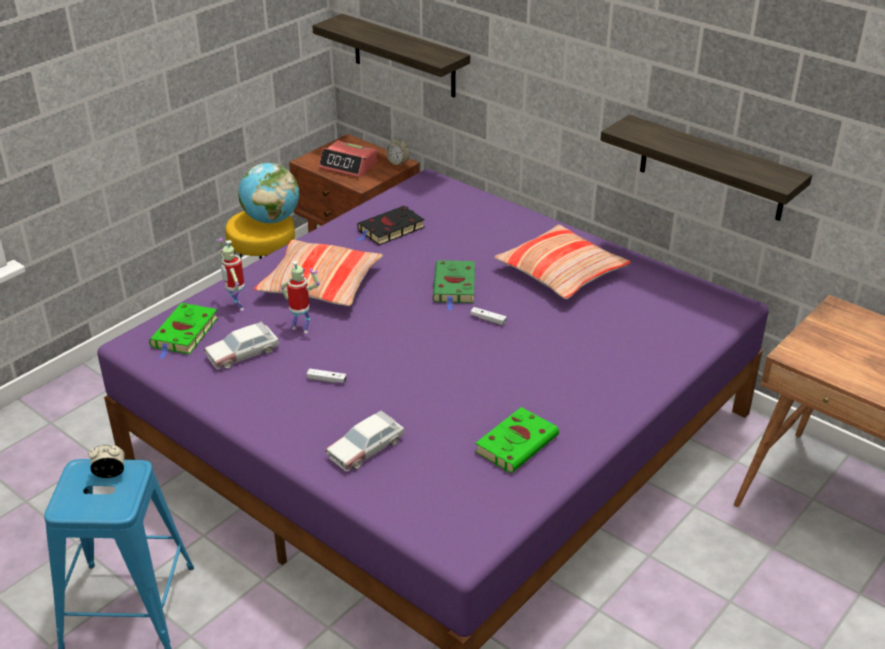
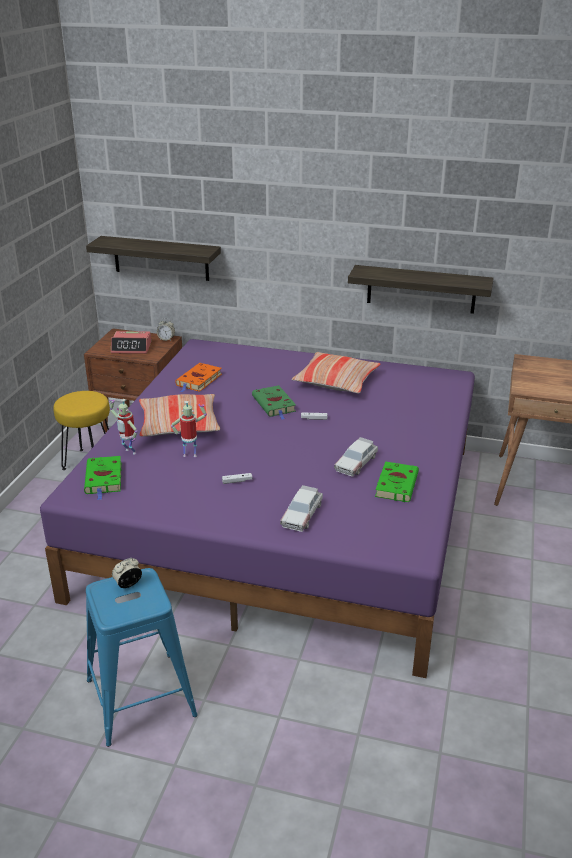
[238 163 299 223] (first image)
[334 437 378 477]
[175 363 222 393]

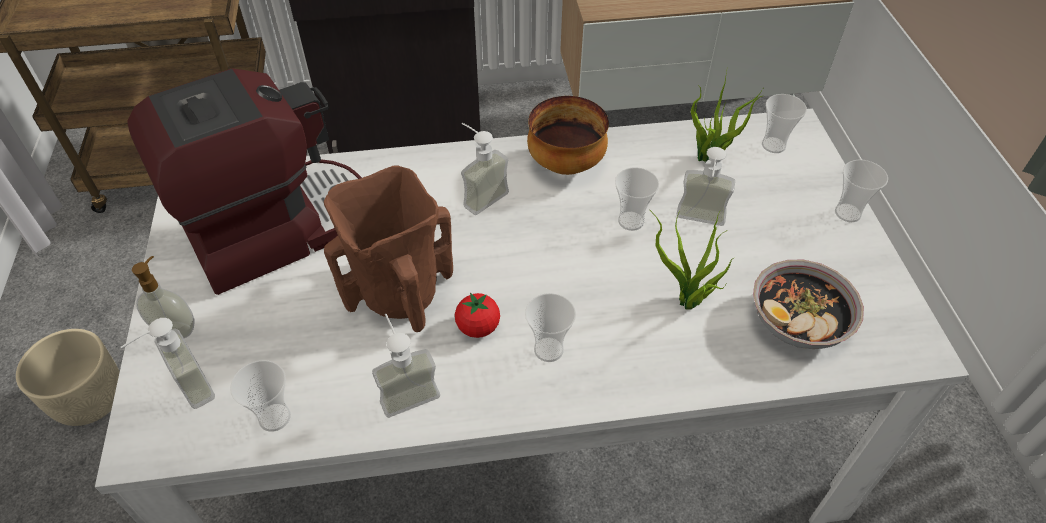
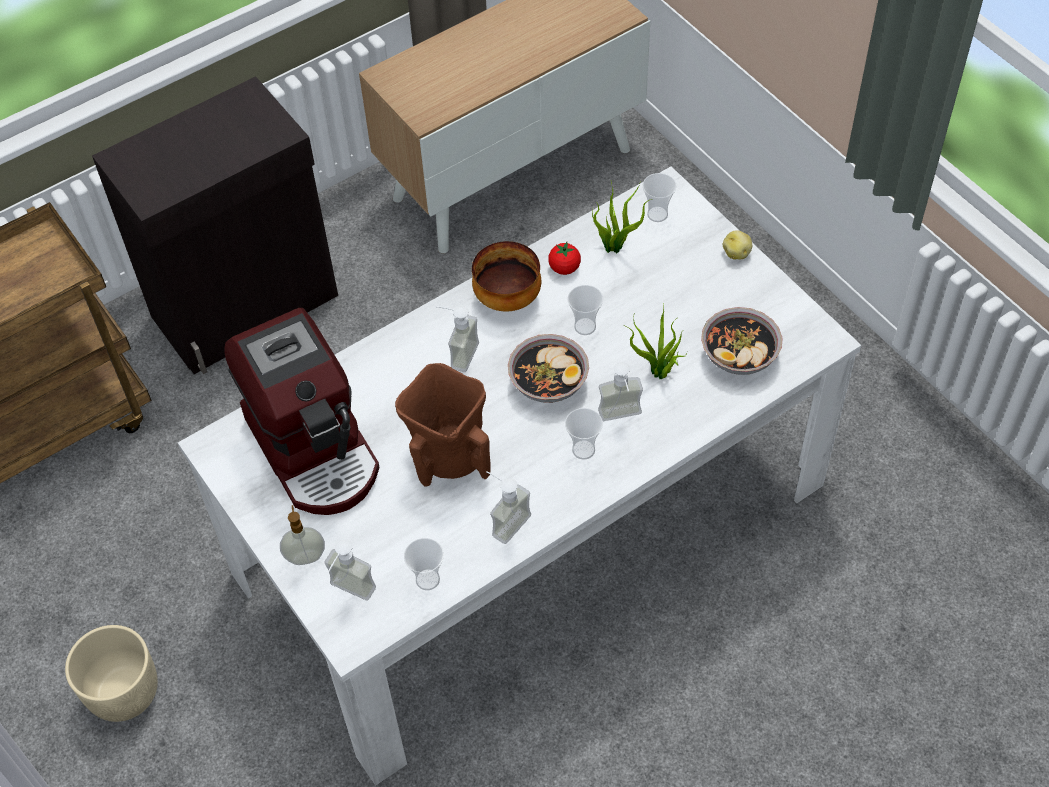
[508 334 589 403]
[548 242 581 275]
[598 362 643 421]
[723 230 752 259]
[225 308 380 515]

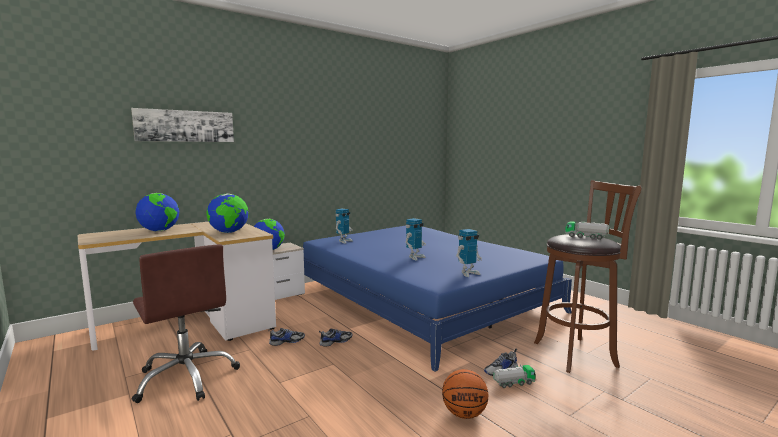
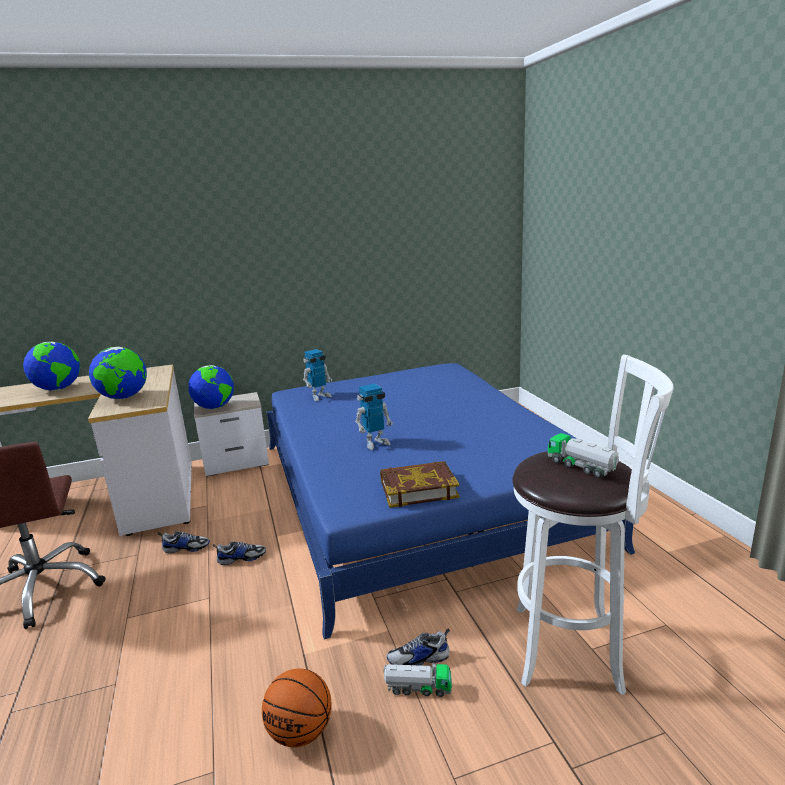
[131 108 234 142] (first image)
[380 461 460 508]
[513 354 674 695]

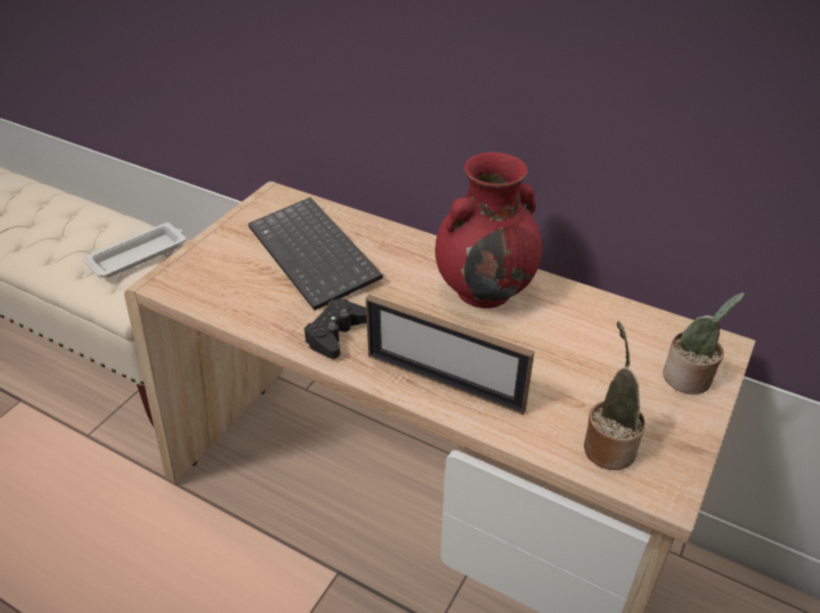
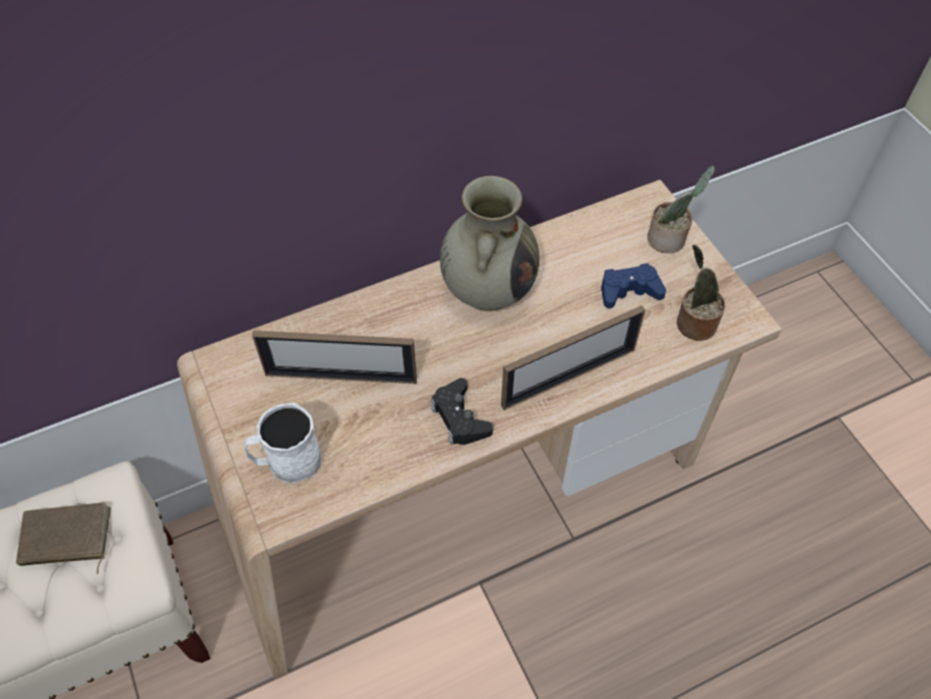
[244 402 322 483]
[601 263 666 308]
[16 502 111 574]
[252 330 417 384]
[440 176 539 311]

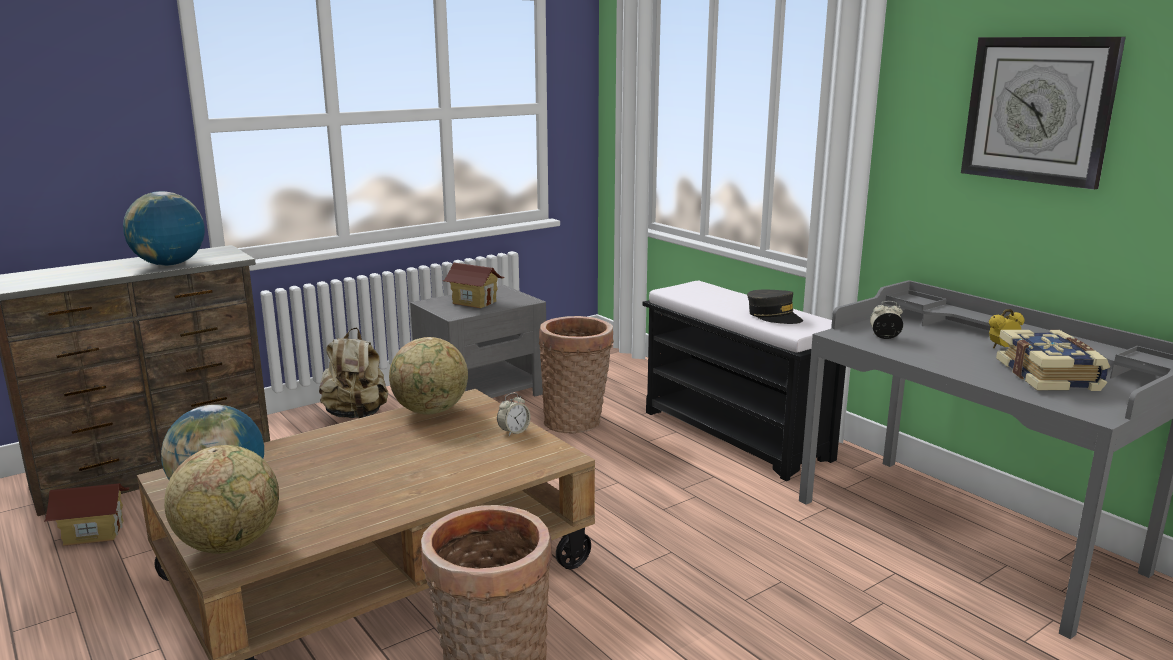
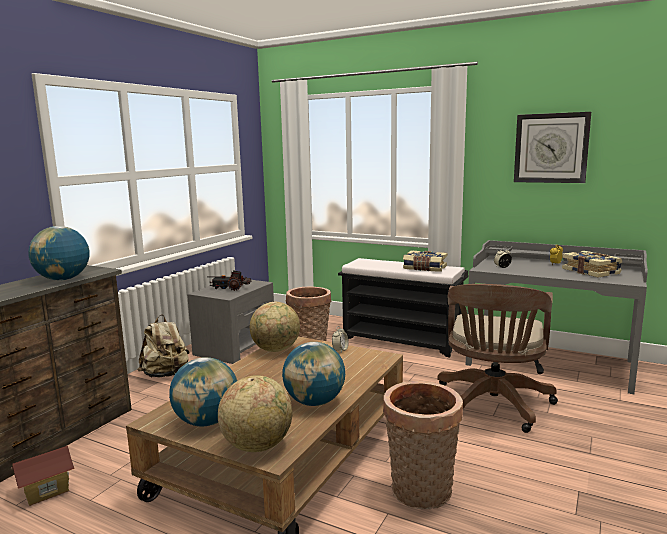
[282 342 345 406]
[437 284 558 433]
[207 270 251 291]
[403 251 447 272]

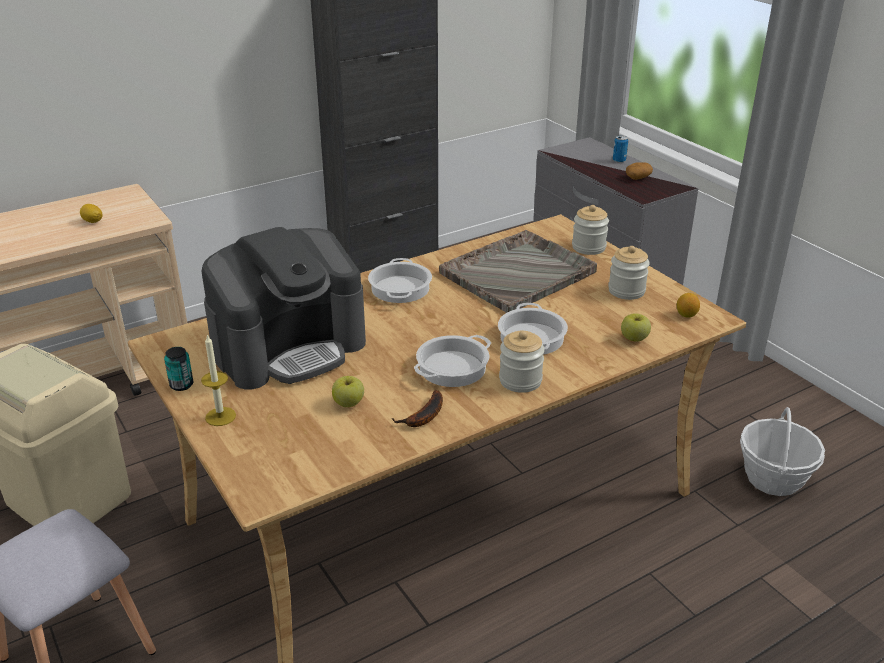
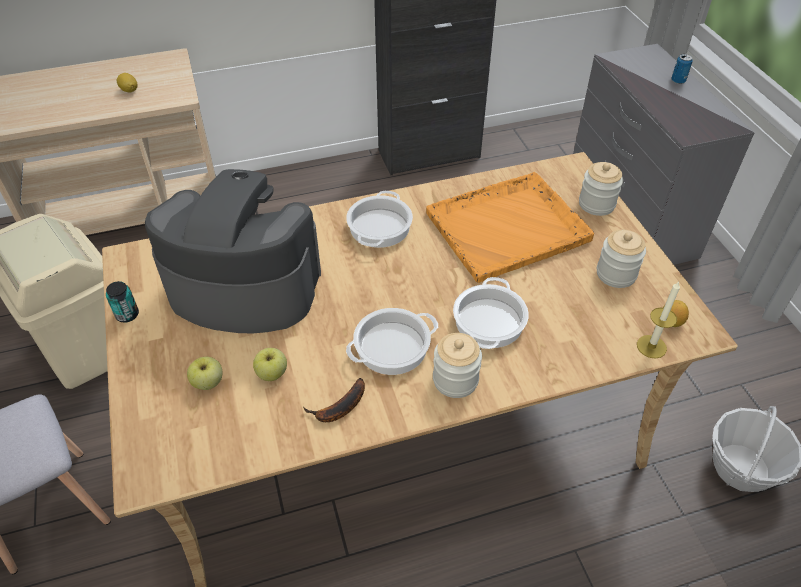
[626 162 653 180] (first image)
[637 281 680 359]
[187 357 222 390]
[426 172 594 283]
[145 169 321 334]

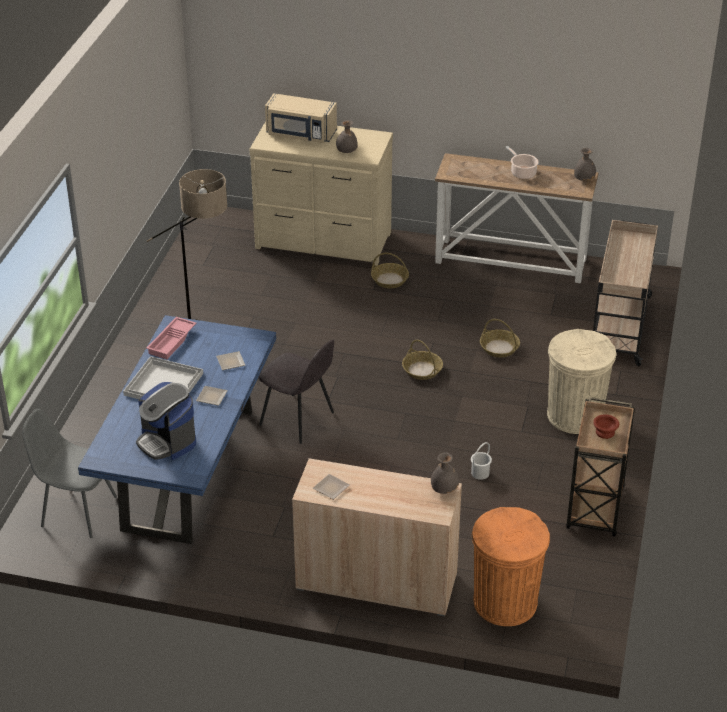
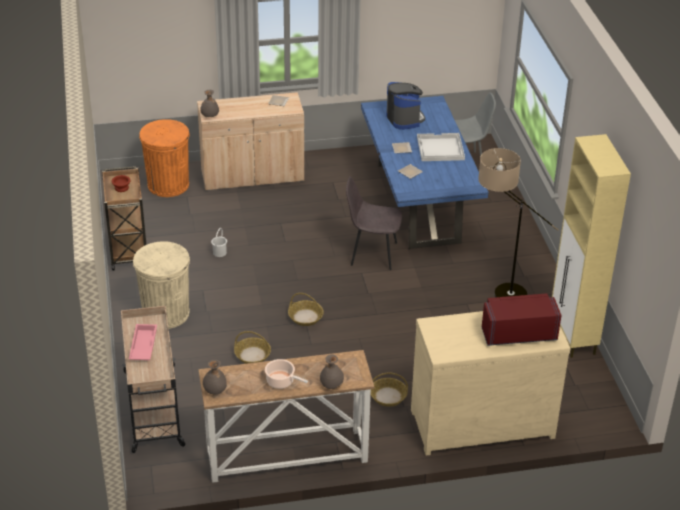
[552 134 631 358]
[129 324 157 360]
[320 354 344 389]
[482 293 561 346]
[386 82 425 130]

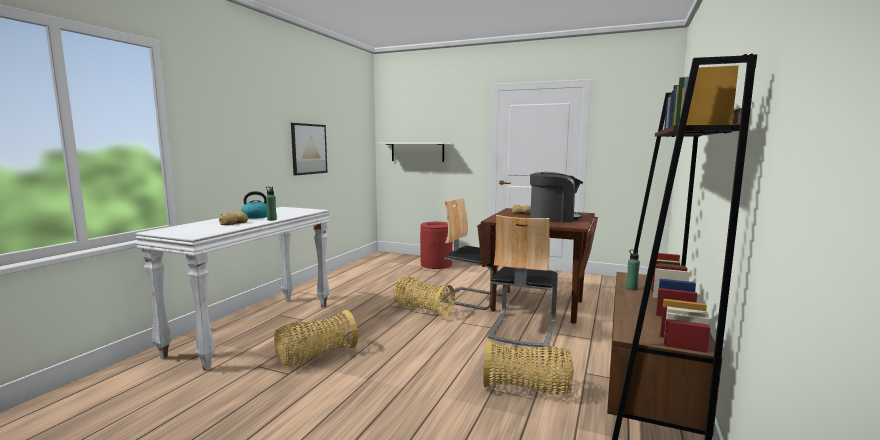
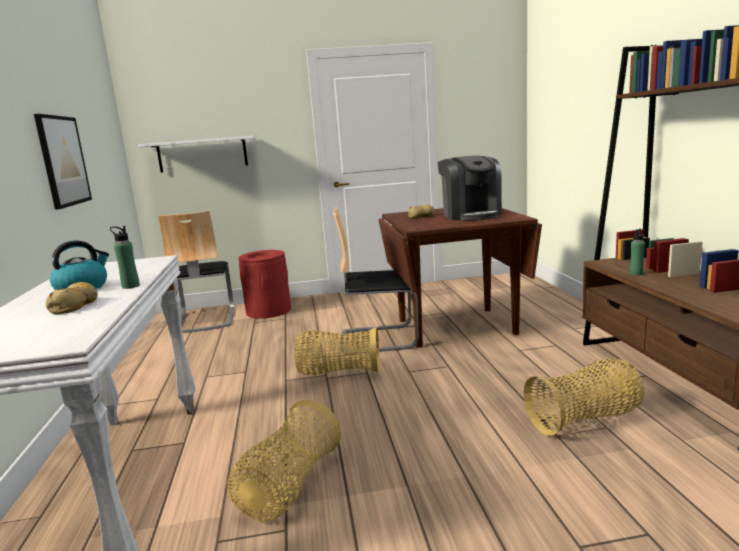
[158 210 234 333]
[438 156 502 221]

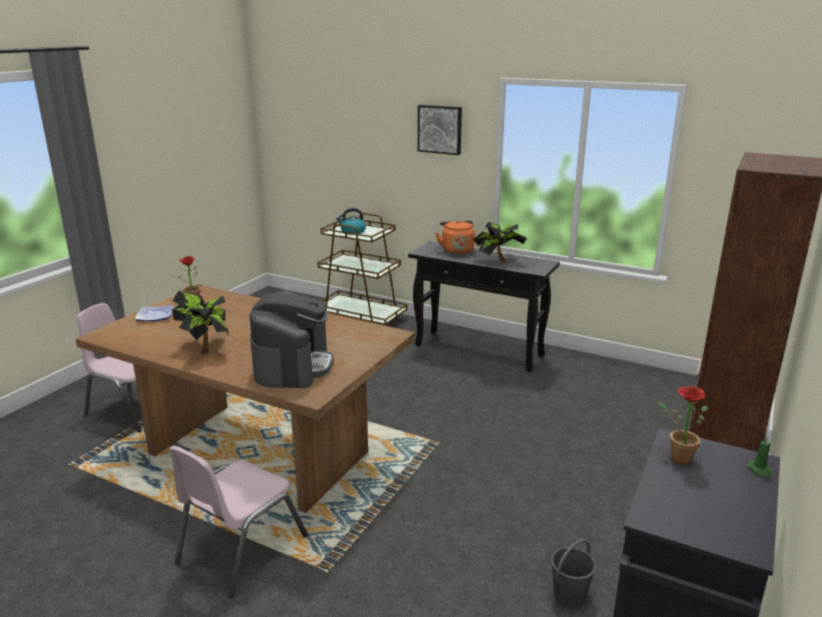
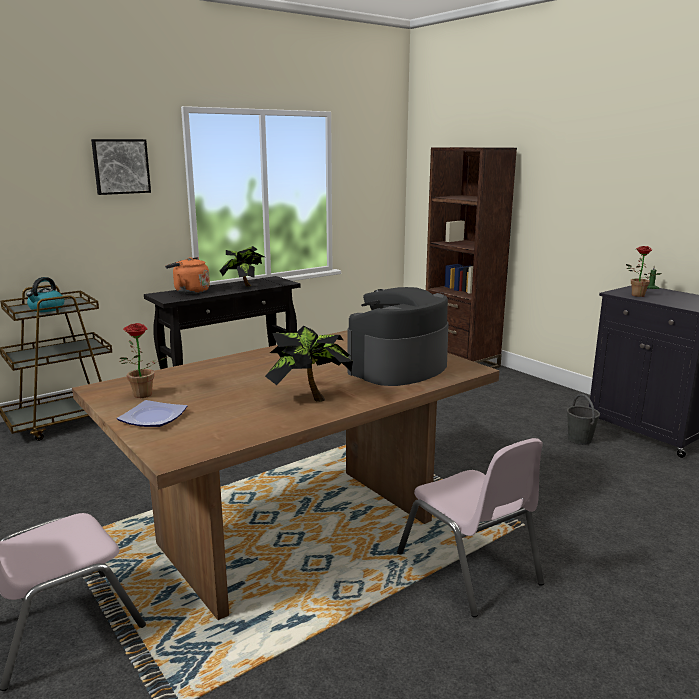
[348 287 448 386]

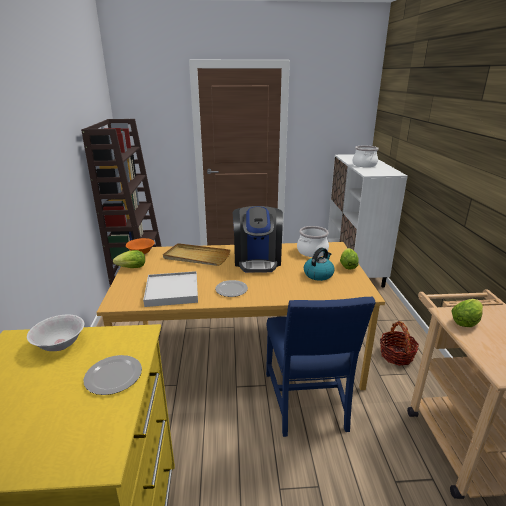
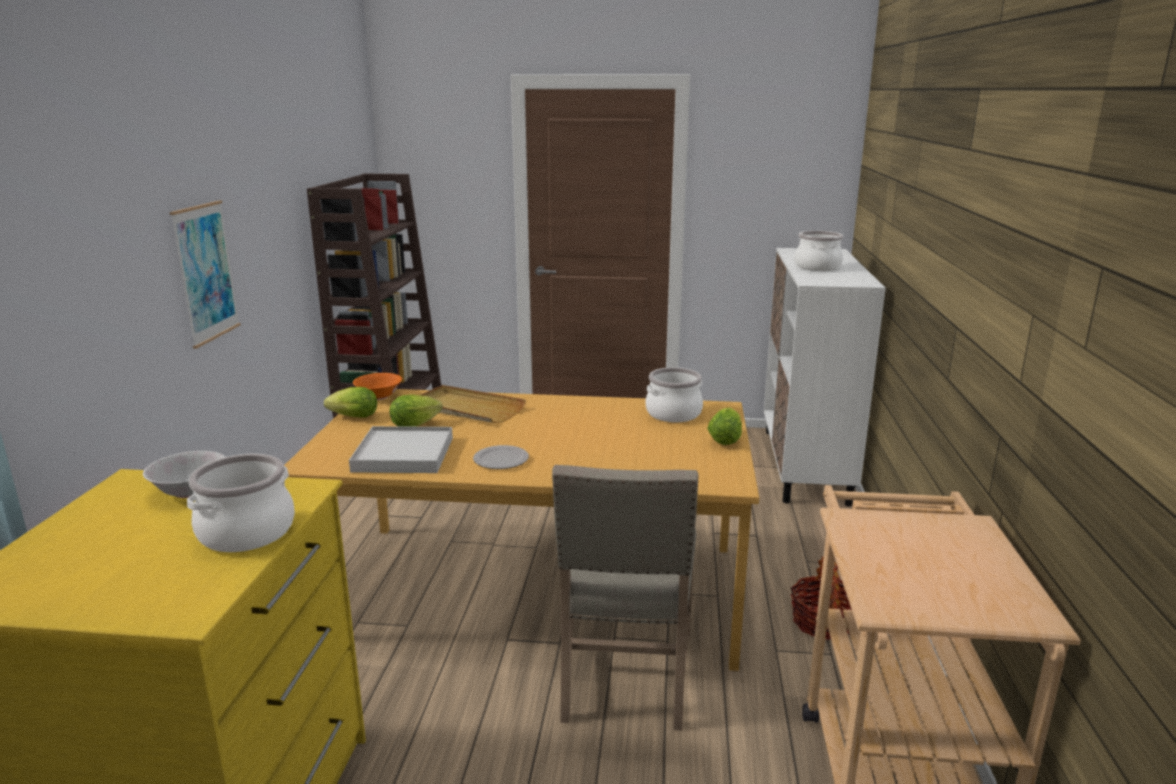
[233 206 283 273] (first image)
[304 247 335 281] (first image)
[170 200 241 349]
[390 394 443 427]
[187 454 295 552]
[552 465 698 731]

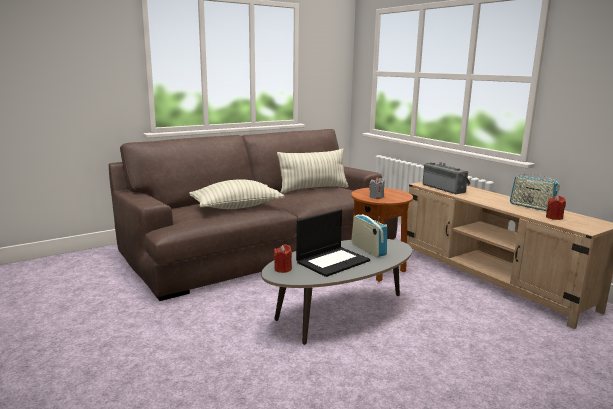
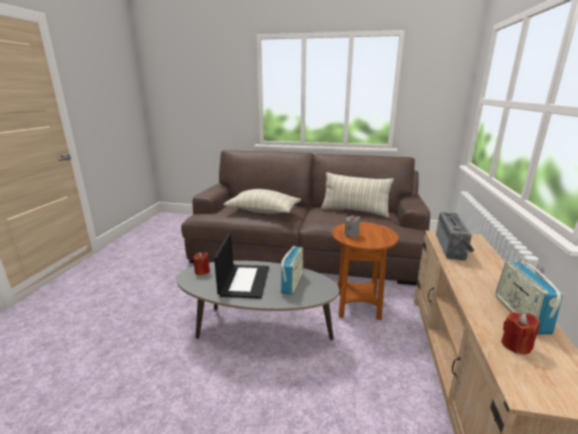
[214 232 269 299]

